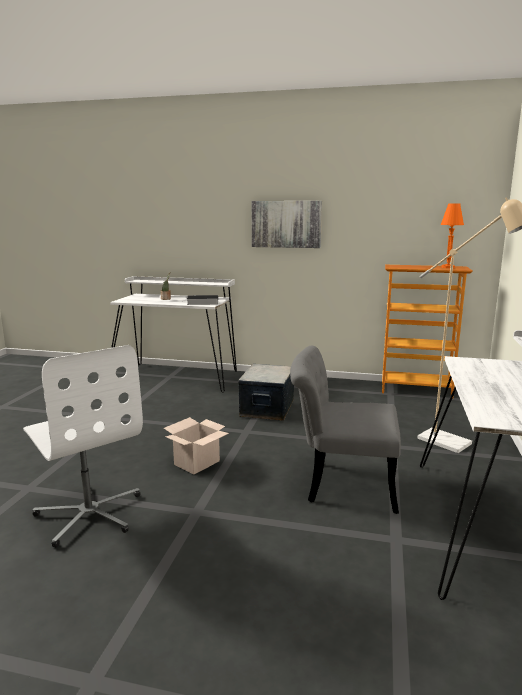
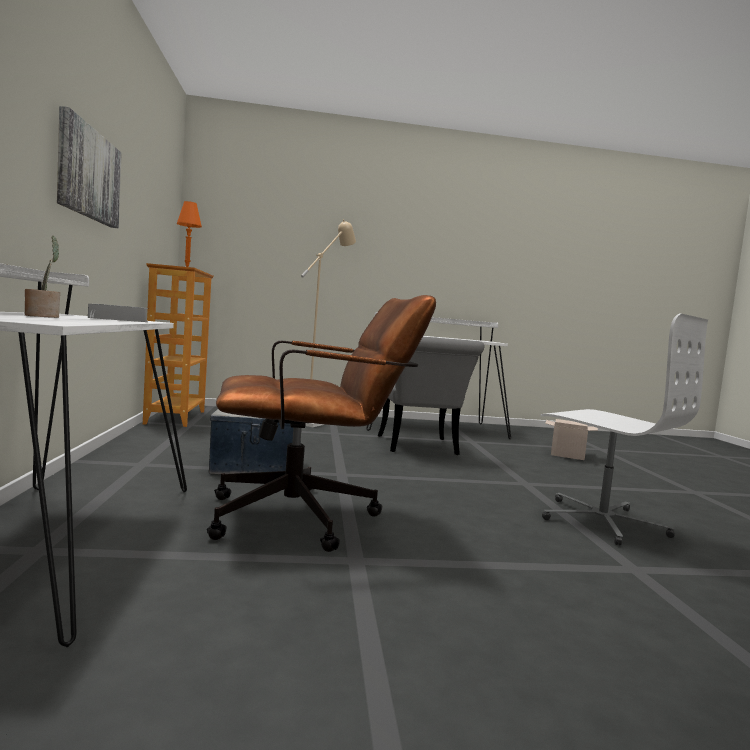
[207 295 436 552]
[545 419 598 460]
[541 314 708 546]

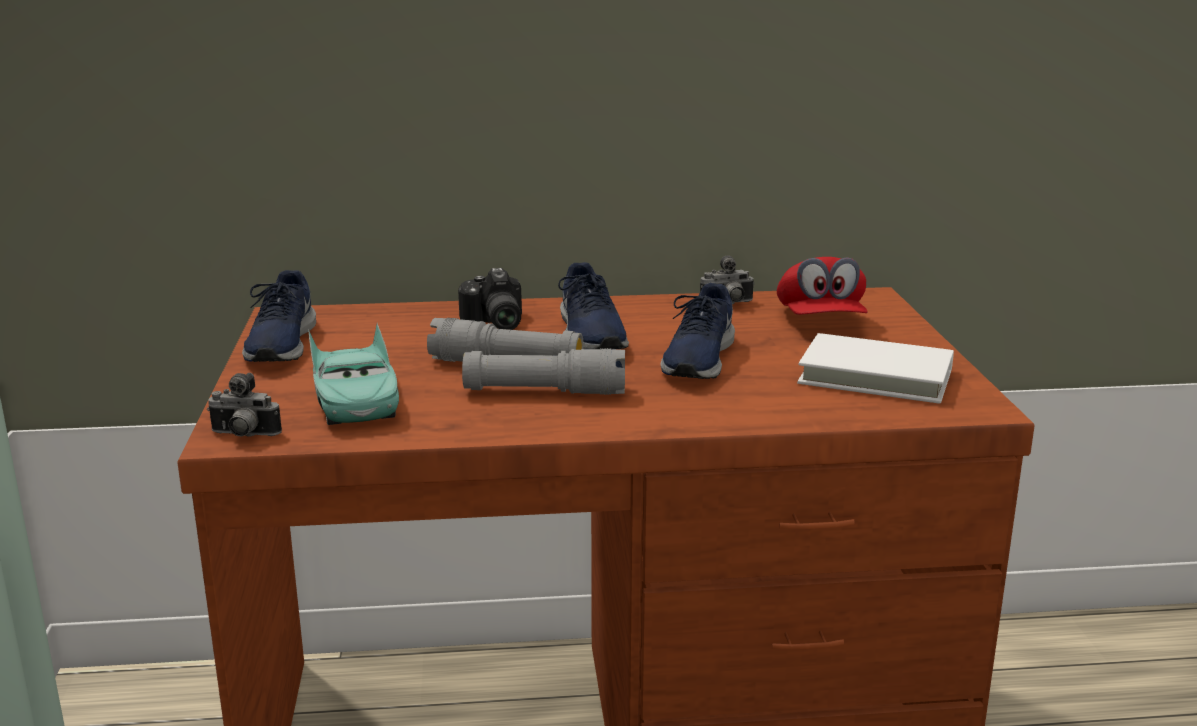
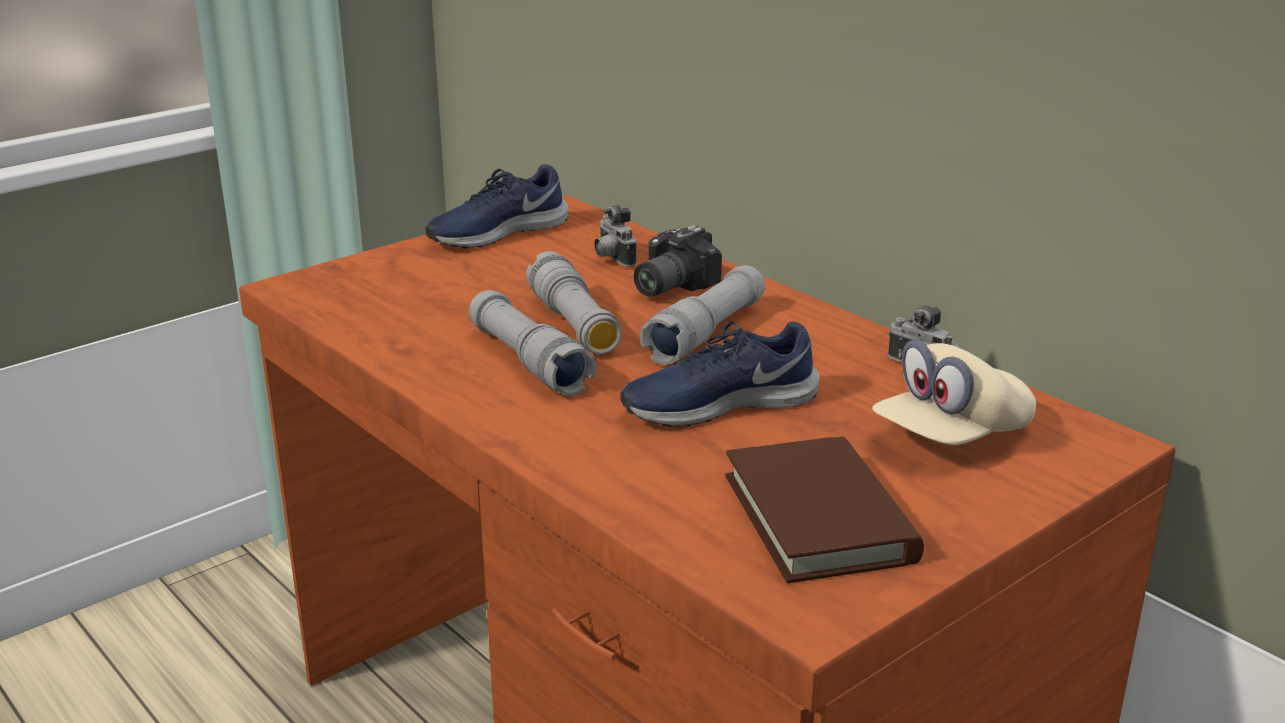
[308 324 399 425] (first image)
[595 204 637 267]
[640 265 765 365]
[872 340 1036 445]
[725 436 924 583]

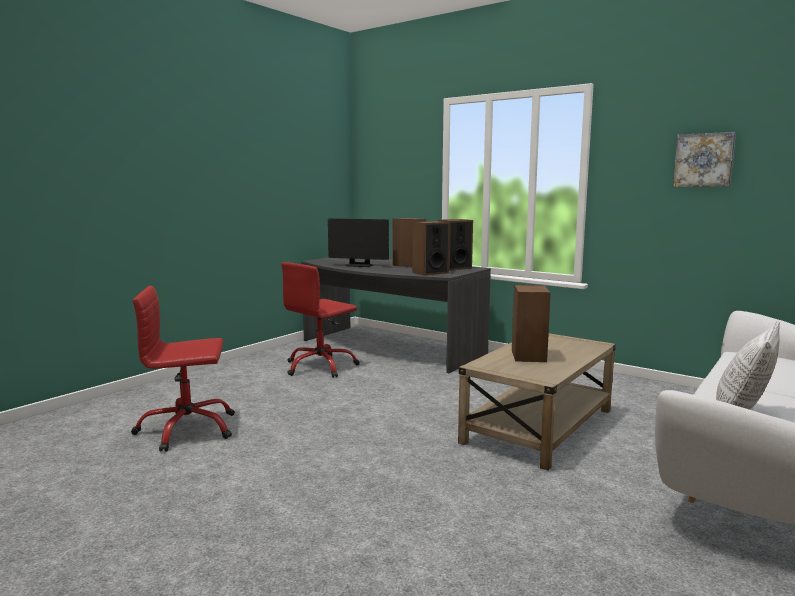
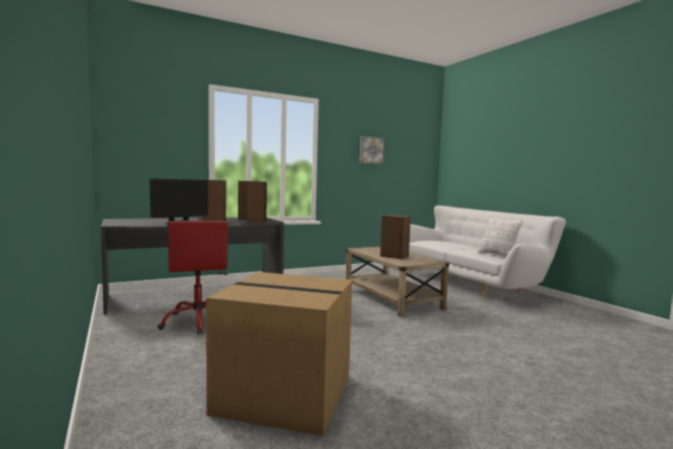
[206 272 352 436]

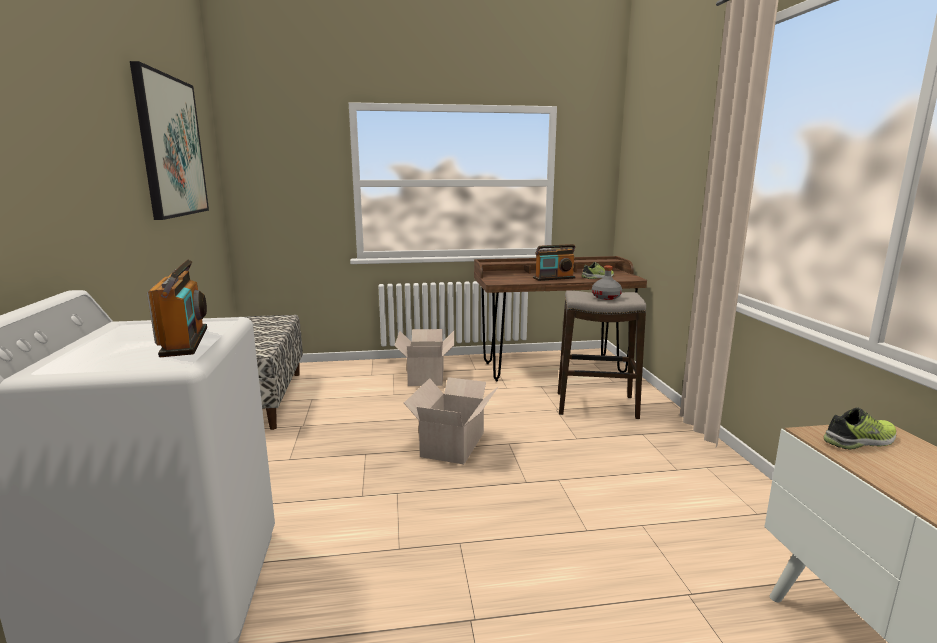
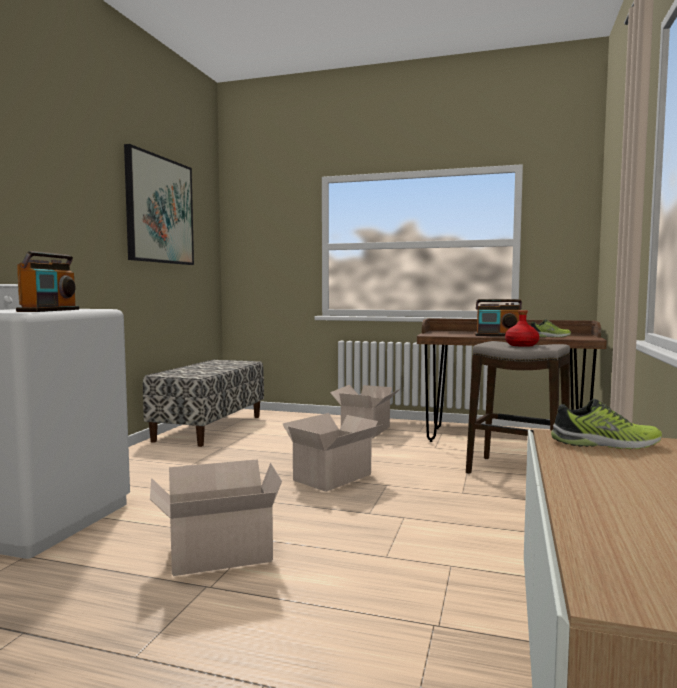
[150 459 282 576]
[505 310 539 347]

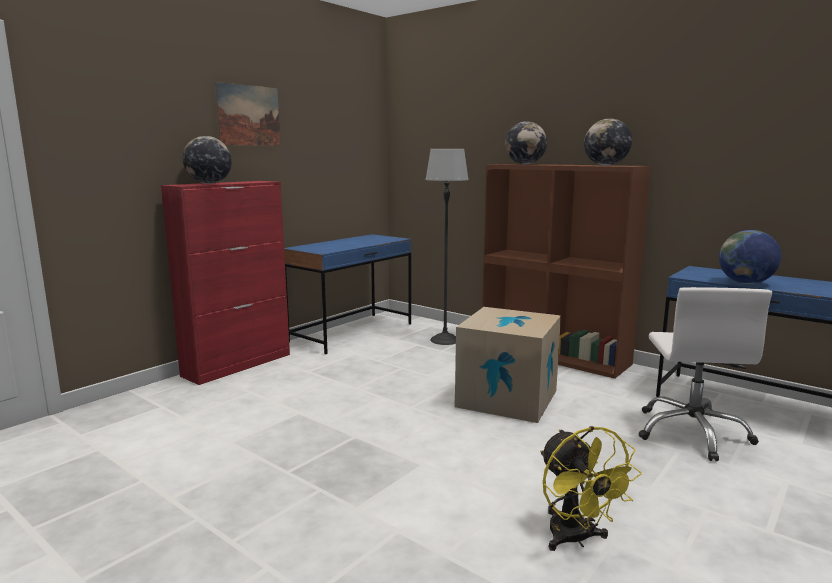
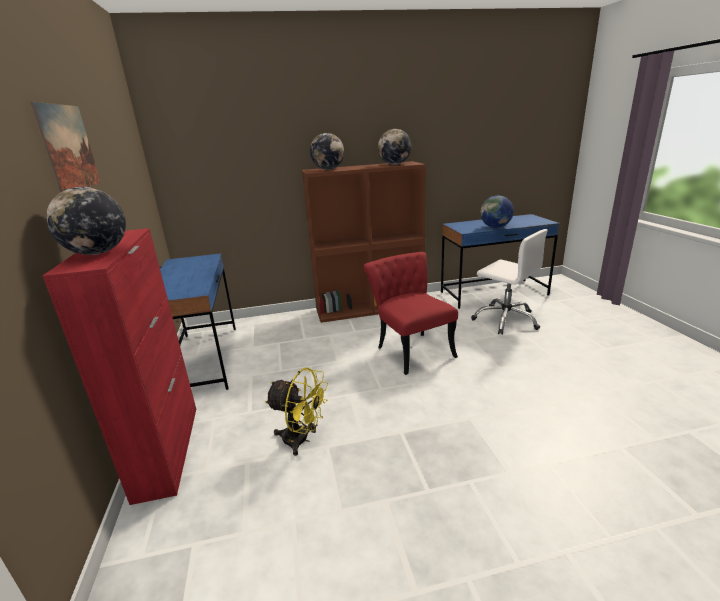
[425 149 469 345] (first image)
[265 368 328 456]
[363 252 458 375]

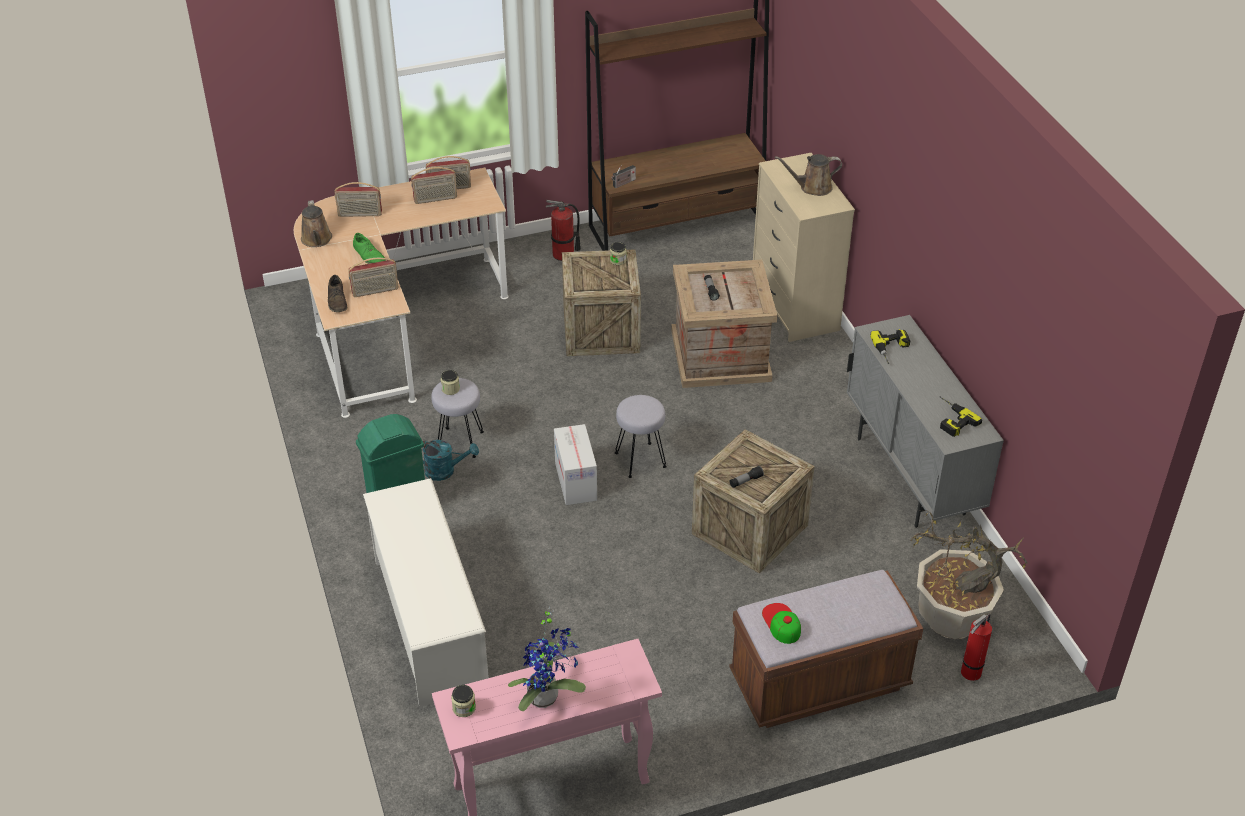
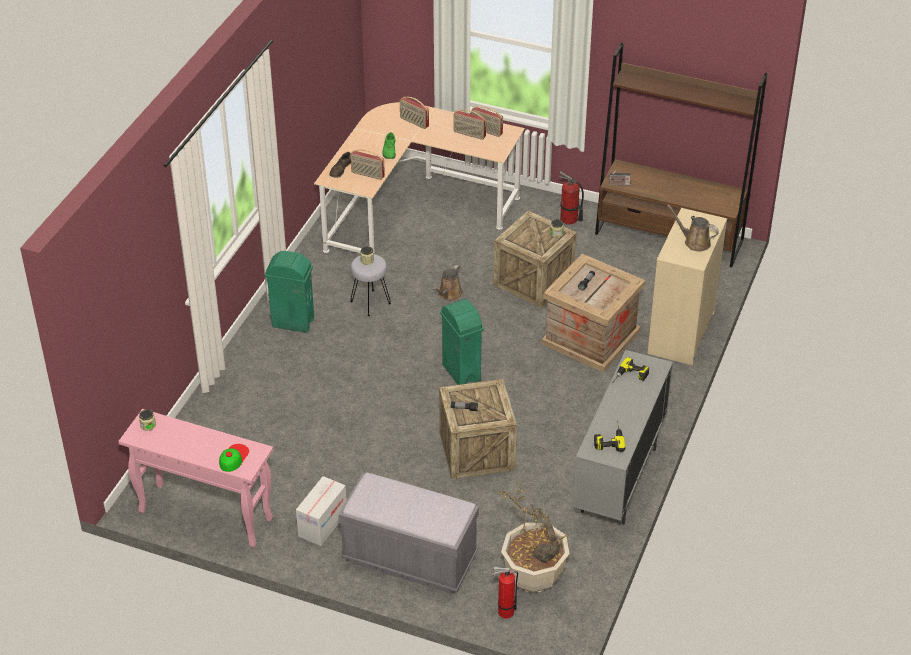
[363 478 489 707] (first image)
[423 440 479 481] (first image)
[508 606 586 711] (first image)
[433 265 463 301]
[296 476 346 546]
[219 444 249 472]
[440 299 484 385]
[338 473 479 593]

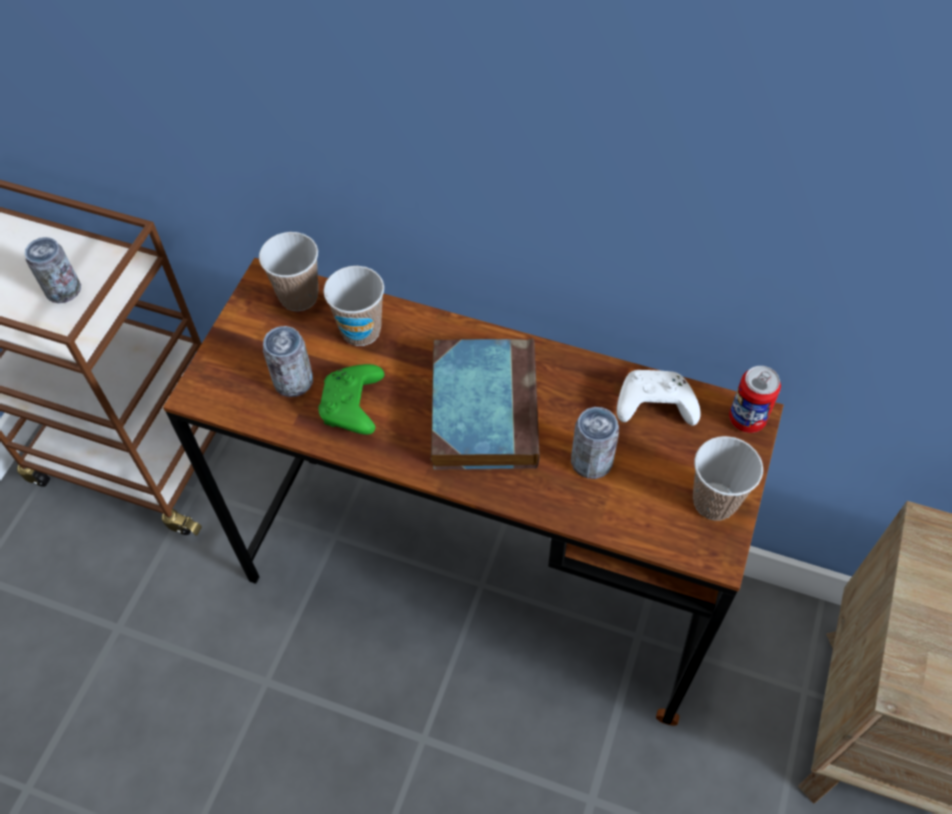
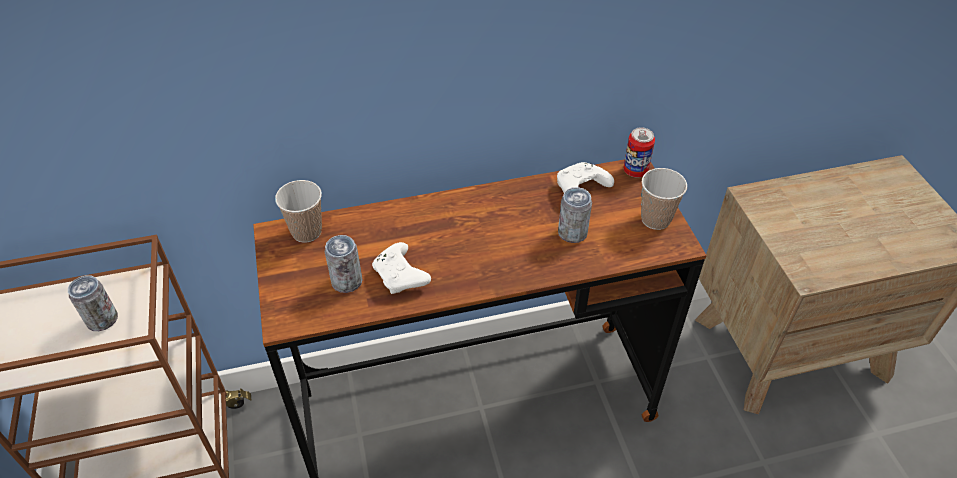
[324 266 384 346] (first image)
[431 339 540 470] (first image)
[372 242 431 294]

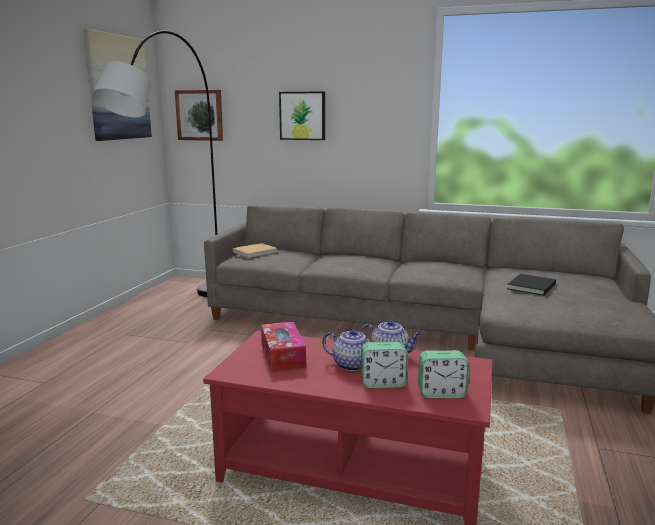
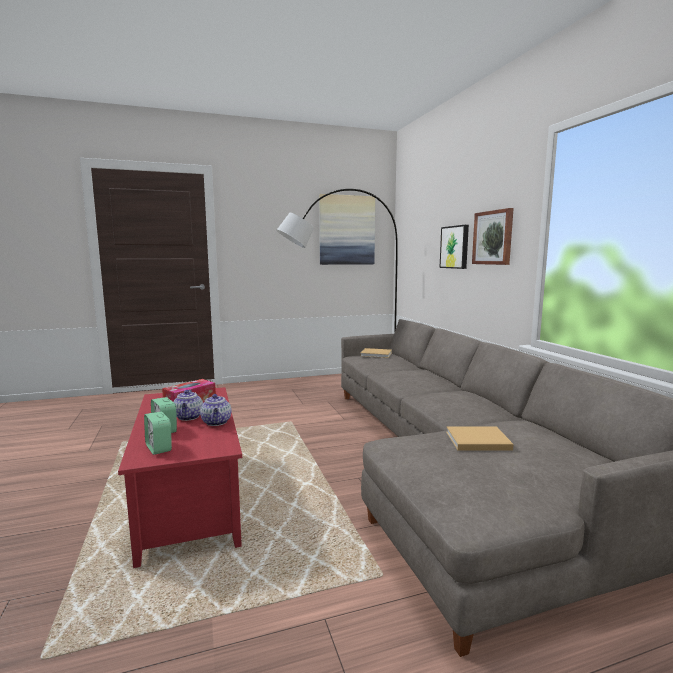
[472 208 514 265]
[446 426 513 451]

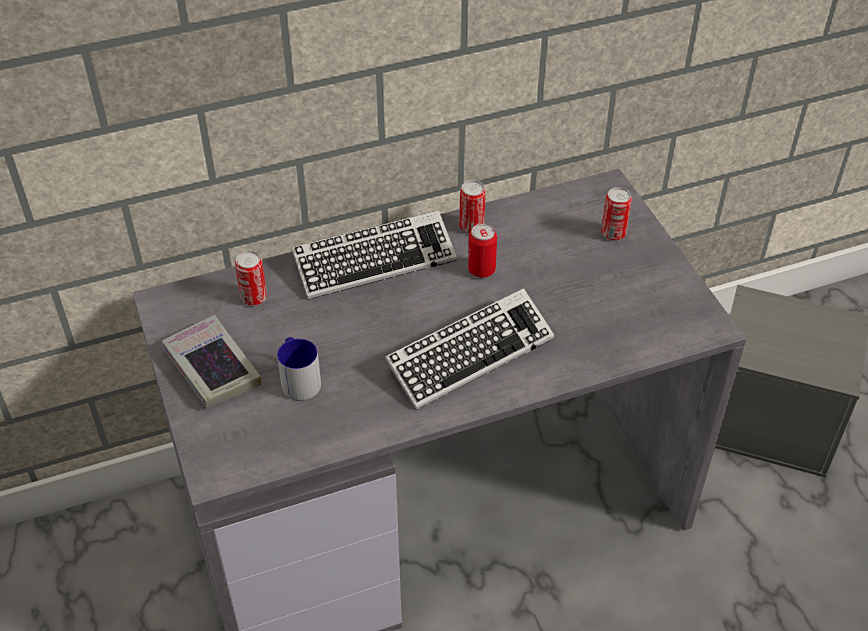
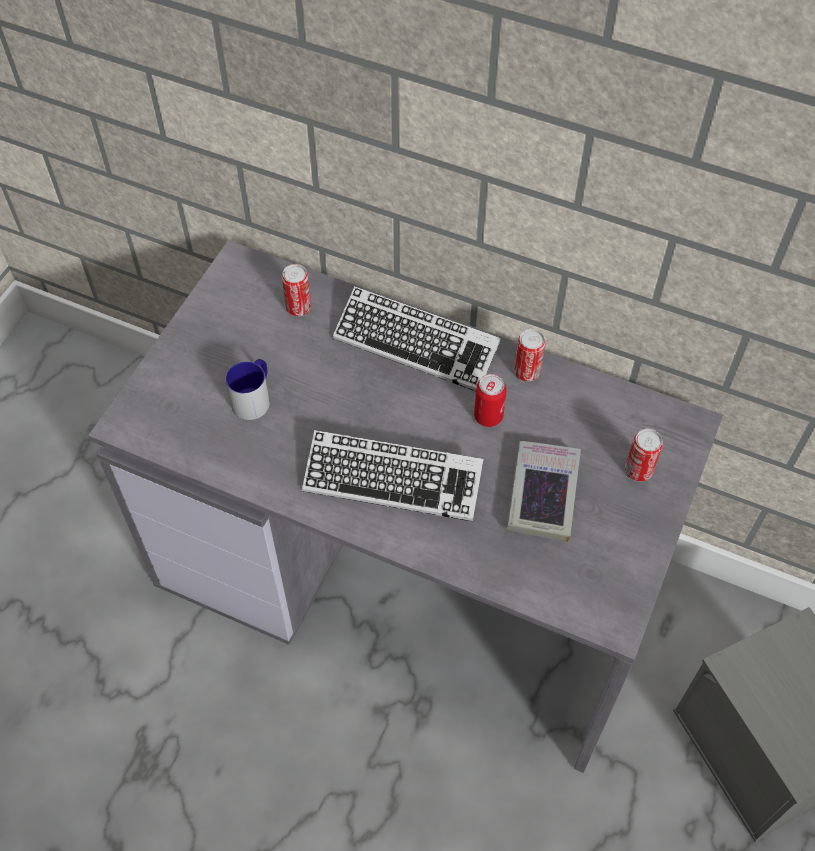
[506 441 581 542]

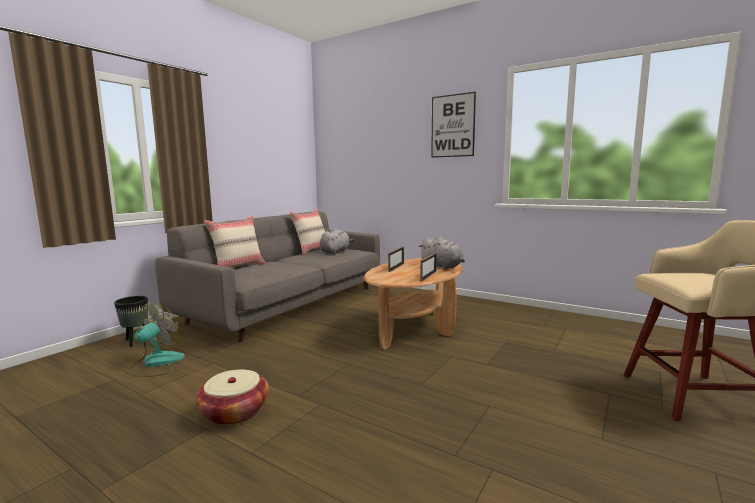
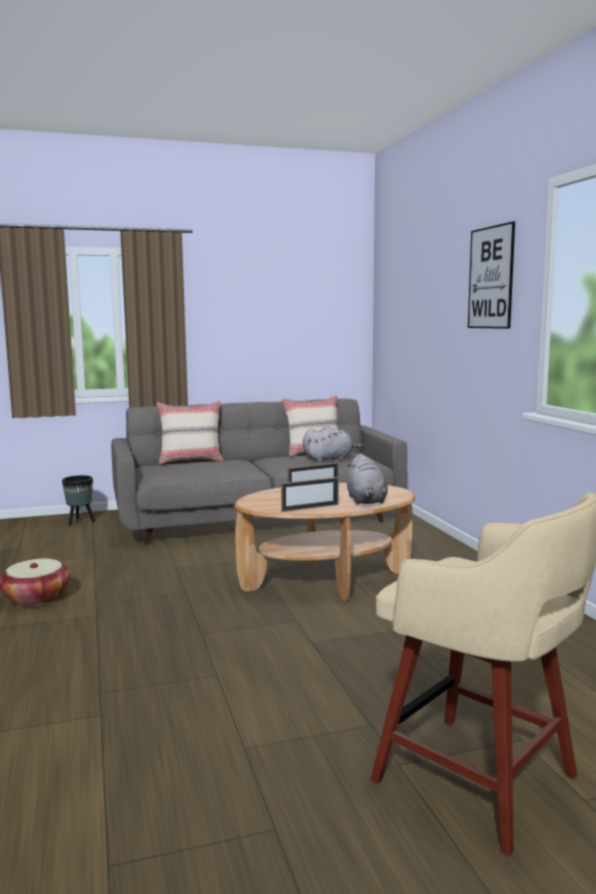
[126 303 185 377] (first image)

